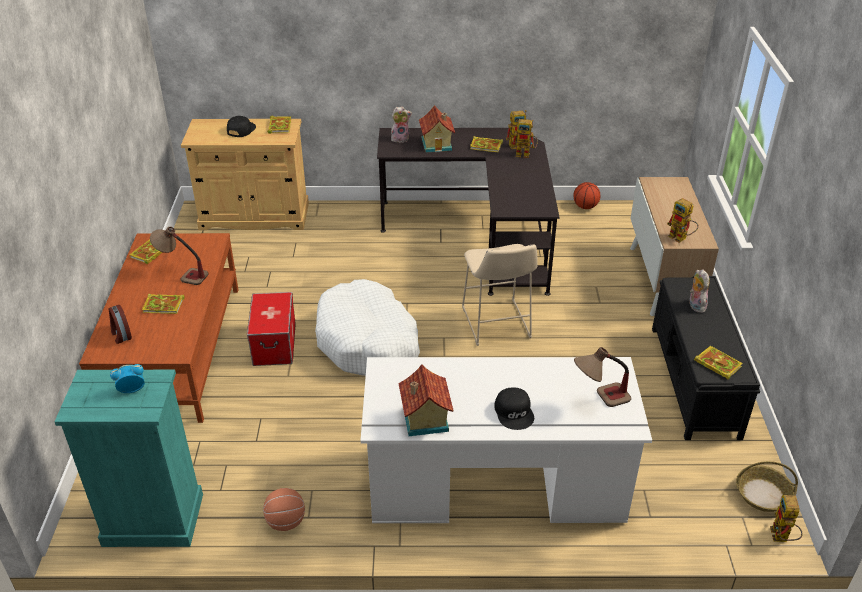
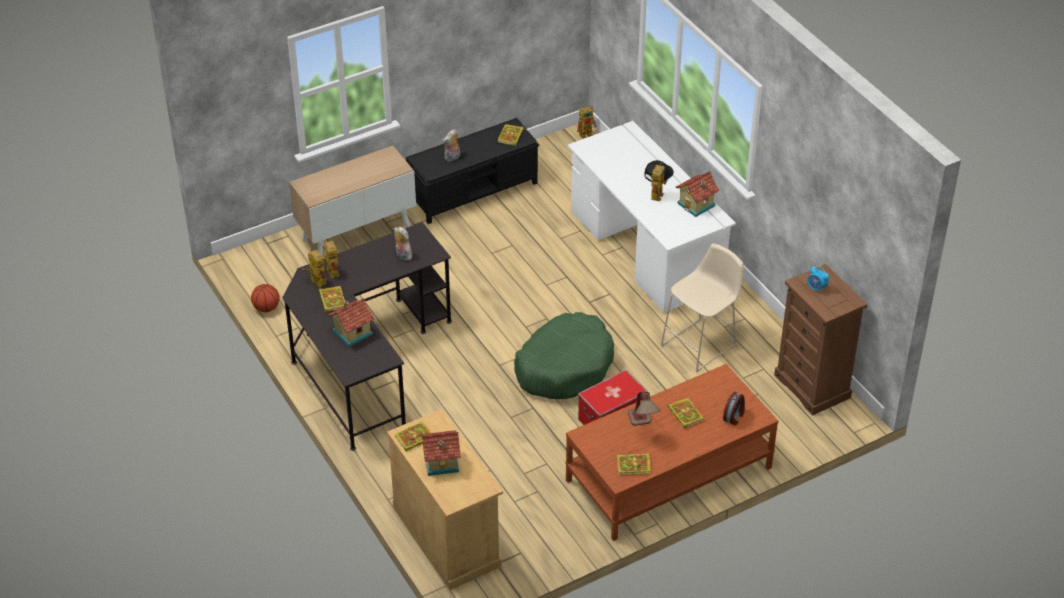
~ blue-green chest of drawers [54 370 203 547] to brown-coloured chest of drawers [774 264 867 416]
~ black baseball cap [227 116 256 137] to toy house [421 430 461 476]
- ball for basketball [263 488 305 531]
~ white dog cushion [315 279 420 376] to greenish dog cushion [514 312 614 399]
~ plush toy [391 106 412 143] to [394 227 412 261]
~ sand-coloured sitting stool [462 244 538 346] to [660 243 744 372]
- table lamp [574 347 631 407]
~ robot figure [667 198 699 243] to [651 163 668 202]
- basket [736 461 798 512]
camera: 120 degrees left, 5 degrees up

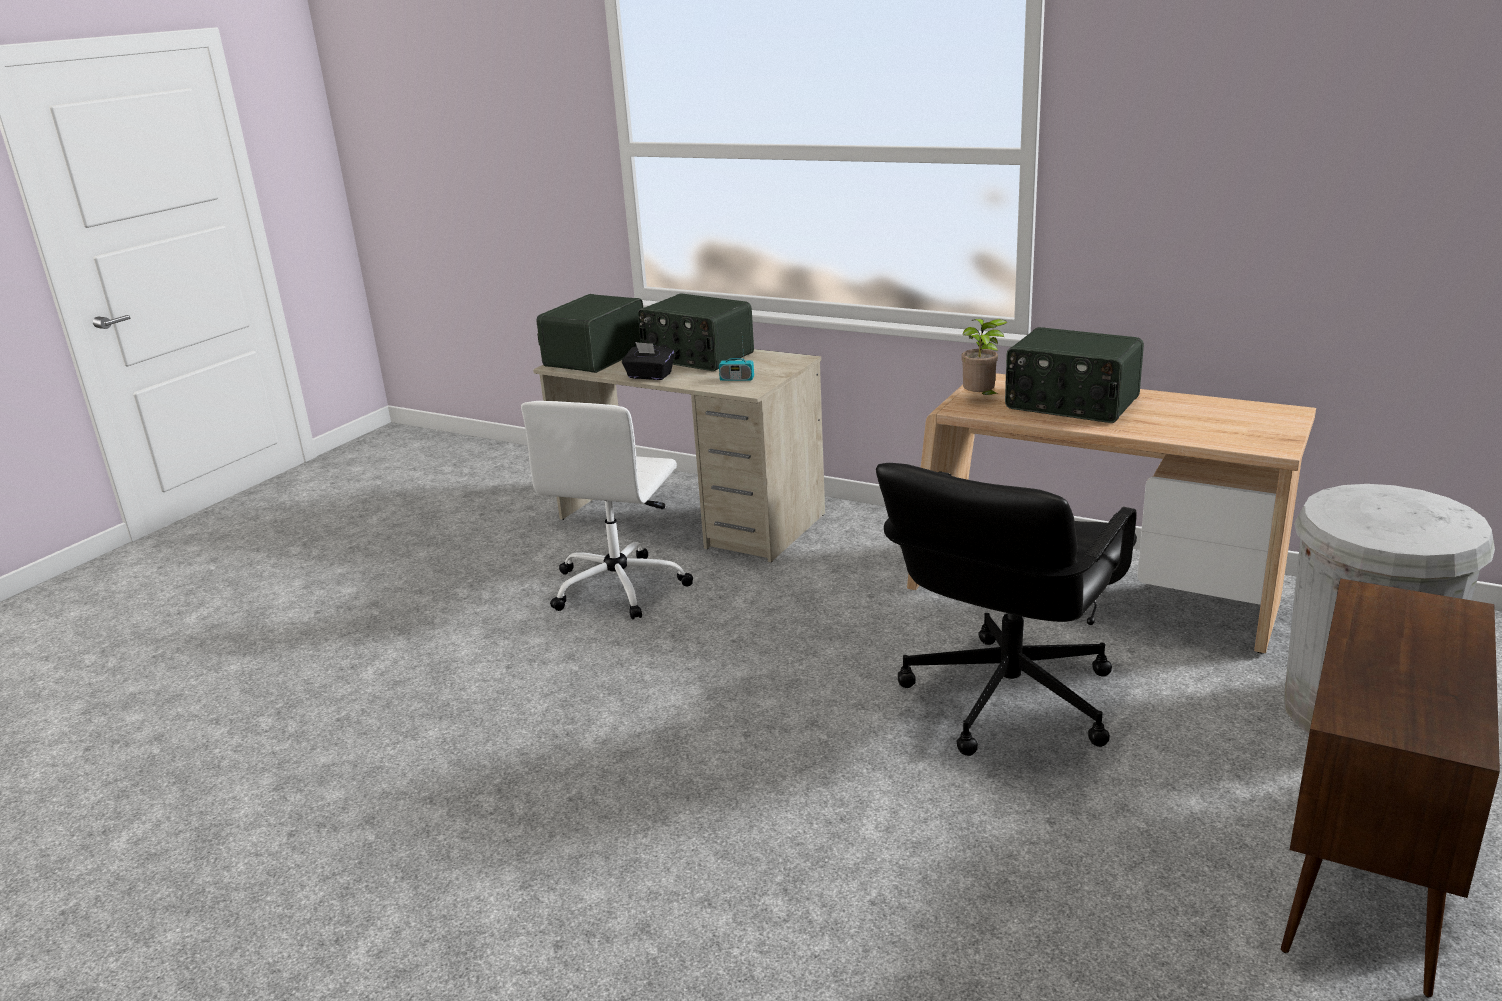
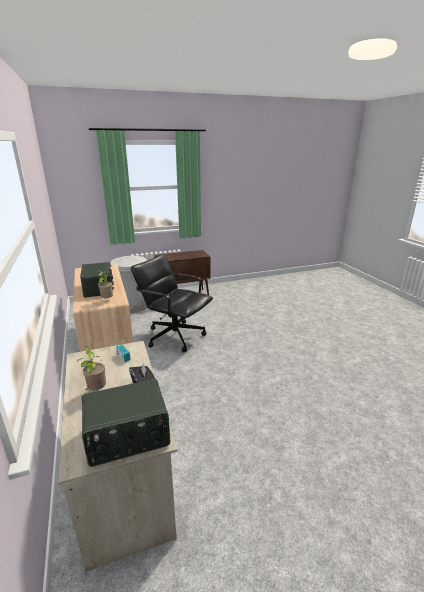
- white computer chair [521 401 693 619]
~ radio set [638 293 754 371] to potted plant [77 346 106 390]
~ black computer chair [876 463 1137 756] = [131 254 213 352] 135 degrees counterclockwise
camera: 140 degrees left, 0 degrees up

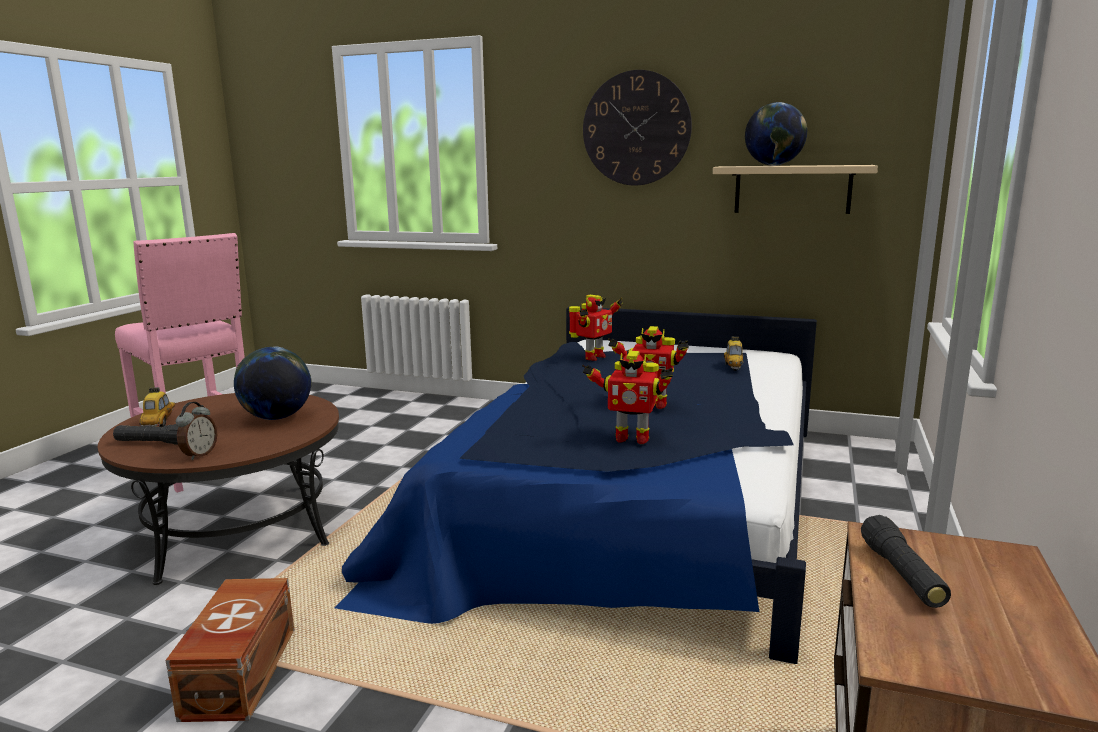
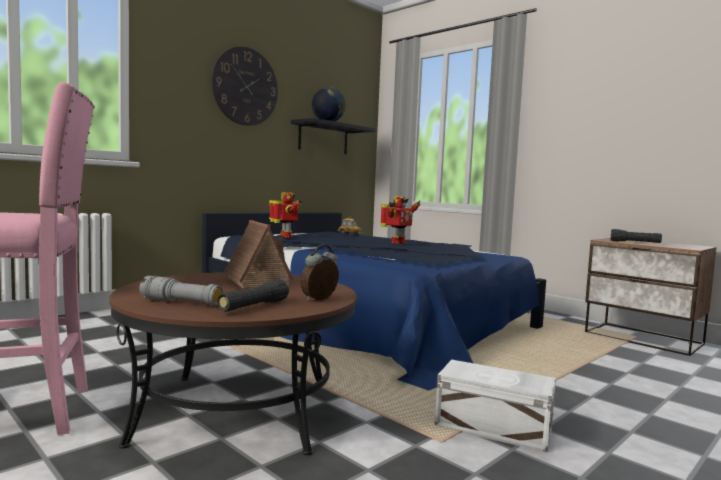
~ toy car [139 387 175 427] to grey torch [139 276 223 306]
~ brown-coloured storage bin [166 578 294 722] to white storage bin [435 360 556 452]
~ table clock [176 402 217 460] = [301 245 339 301] 90 degrees counterclockwise
~ desk globe [234 346 312 420] to toy house [224 220 293 289]
- robot figure [582 351 673 444]
~ sand-coloured wall shelf [713 165 878 214] to black wall shelf [291 118 375 154]
camera: 65 degrees left, 10 degrees down

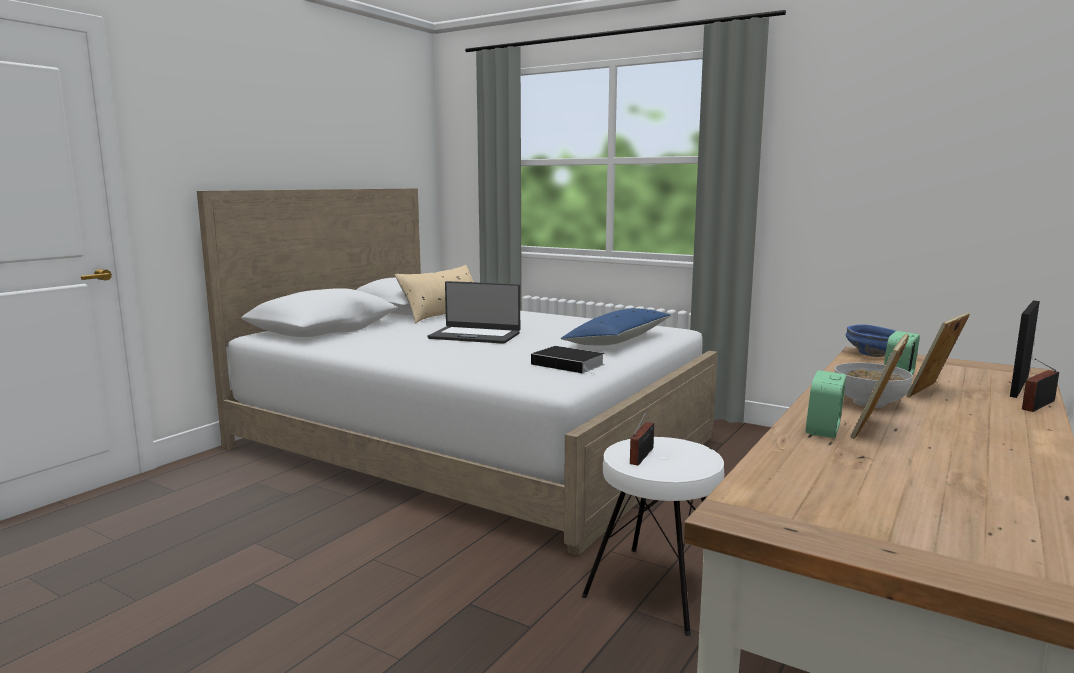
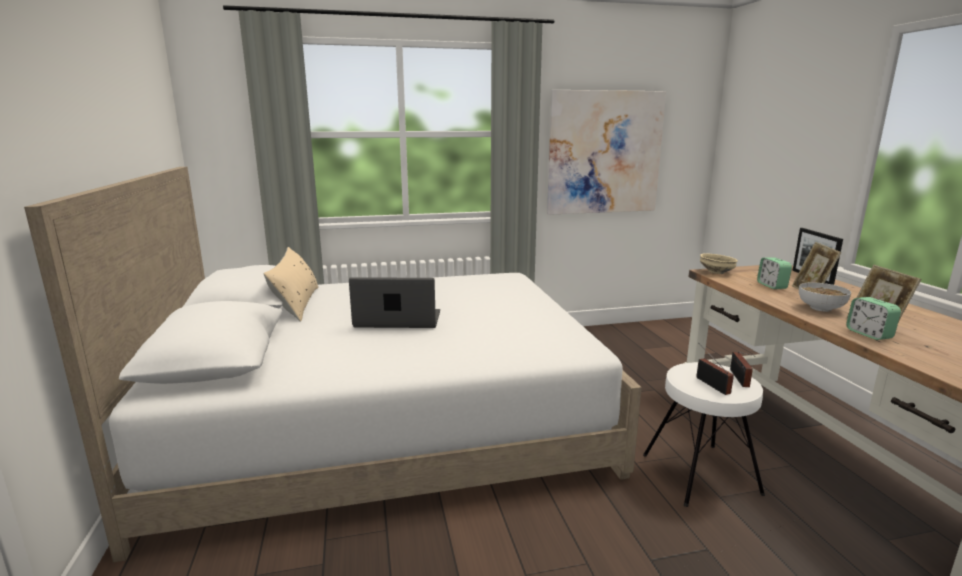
~ portable computer [427 281 520 344] = [349 277 440 328] 150 degrees counterclockwise
- book [531 346 605 375]
- bluish pillow [561 308 671 346]
~ bluish bowl [846 324 896 357] to sand-coloured bowl [700 253 738 274]
~ radio set [1022 359 1059 412] to [730 352 754 387]
+ wall art [547 90 666 215]
camera: 45 degrees left, 5 degrees up

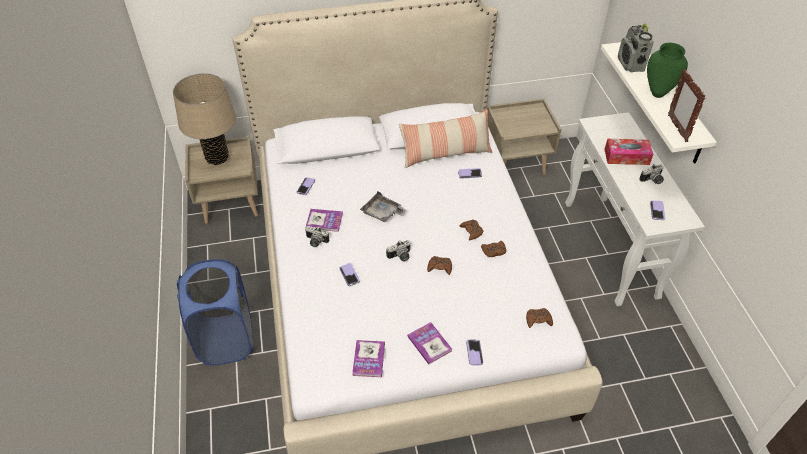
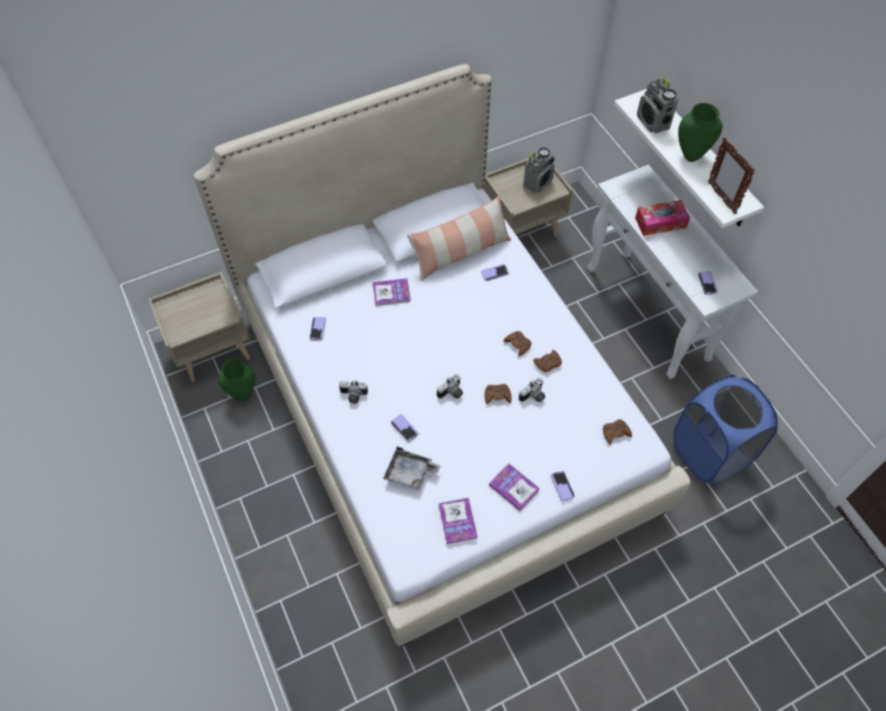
- sand-coloured table lamp [173 73 236 165]
~ bluish hamper [177 259 254 365] to [673 375 778 486]
~ book [306 209 343 232] to [373 278 411 306]
~ grey carrying tray [360 191 407 222] to [383 447 441 491]
~ photo camera [639 164 664 184] to [519 378 545 402]
+ greenish decorative vase [218 359 255 401]
+ radio set [523 147 555 193]
camera: 15 degrees left, 10 degrees up

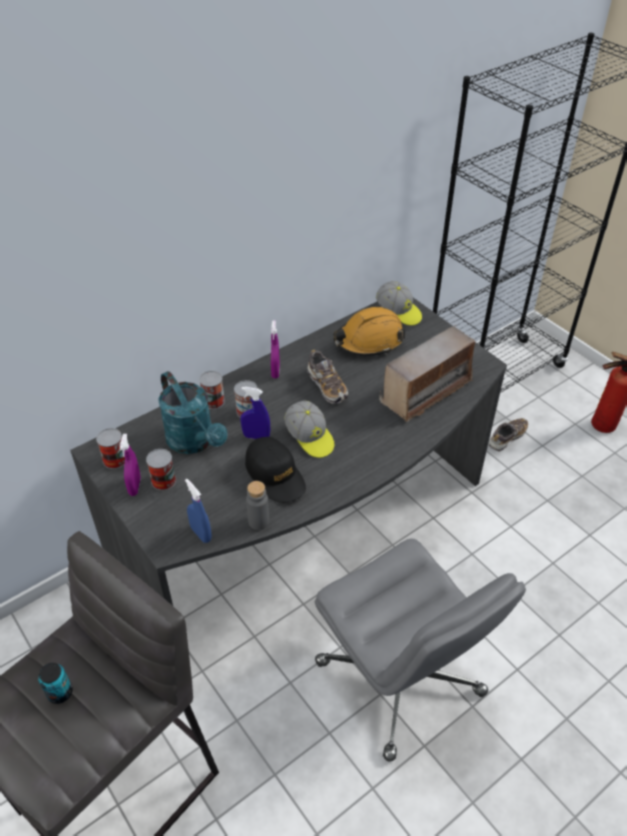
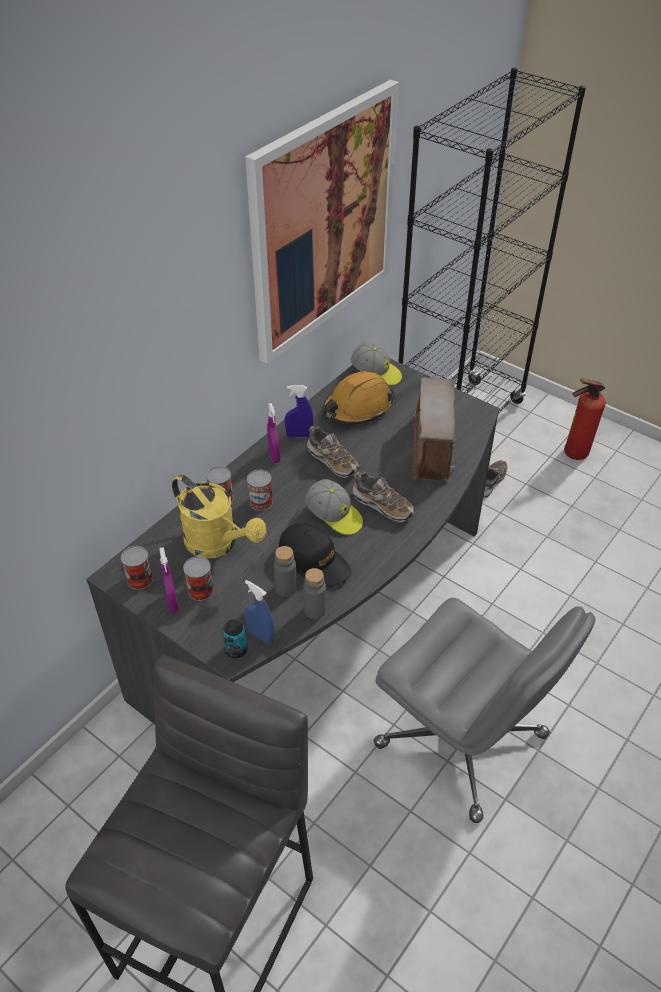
~ can [38 663 73 704] to [222 619 248 658]
~ blue-green sprinkling can [158 371 228 454] to yellow sprinkling can [172 475 267 558]
~ bluish spray bottle [241 387 270 439] to [285 385 313 438]
~ radio set [379 325 475 422] = [409 377 455 481] 150 degrees clockwise
+ wall art [245 80 399 364]
+ grey beverage bottle [274 546 297 597]
+ shoe [353 472 415 522]
camera: 15 degrees left, 0 degrees up

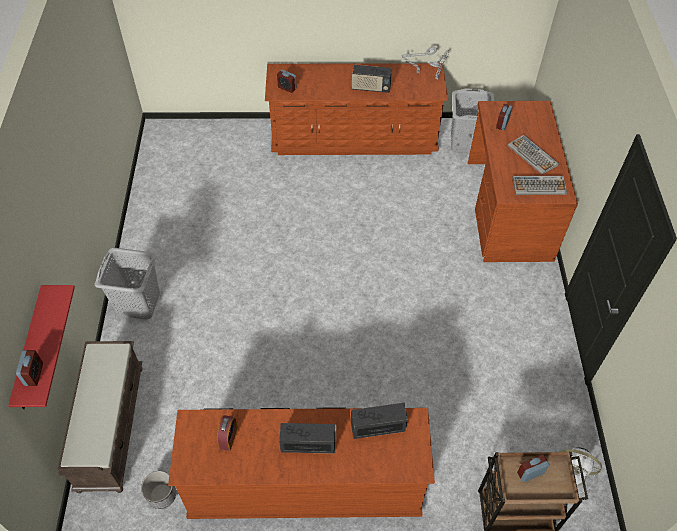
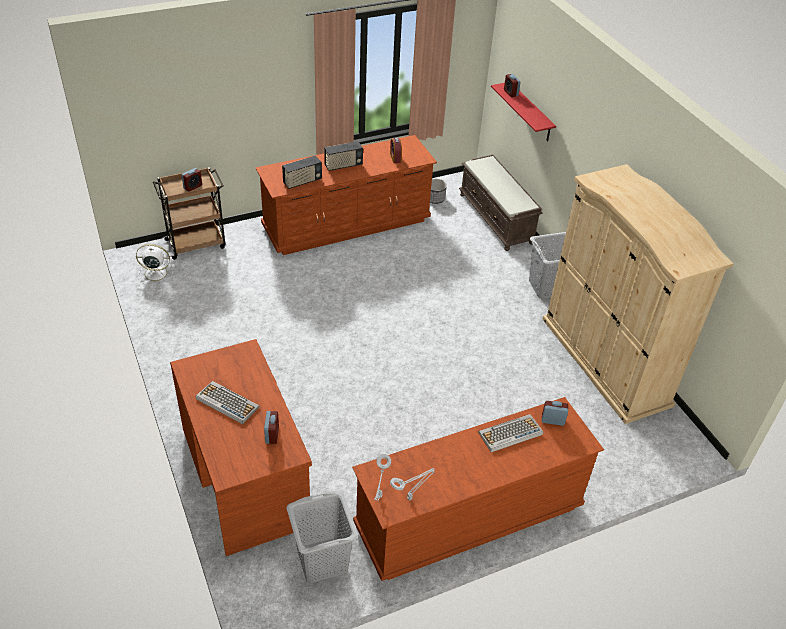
- radio set [352 65 392 93]
~ computer keyboard [512 176 567 195] to [478 414 543 452]
+ sand-coloured armoire [542 164 734 424]
camera: 155 degrees right, 10 degrees down

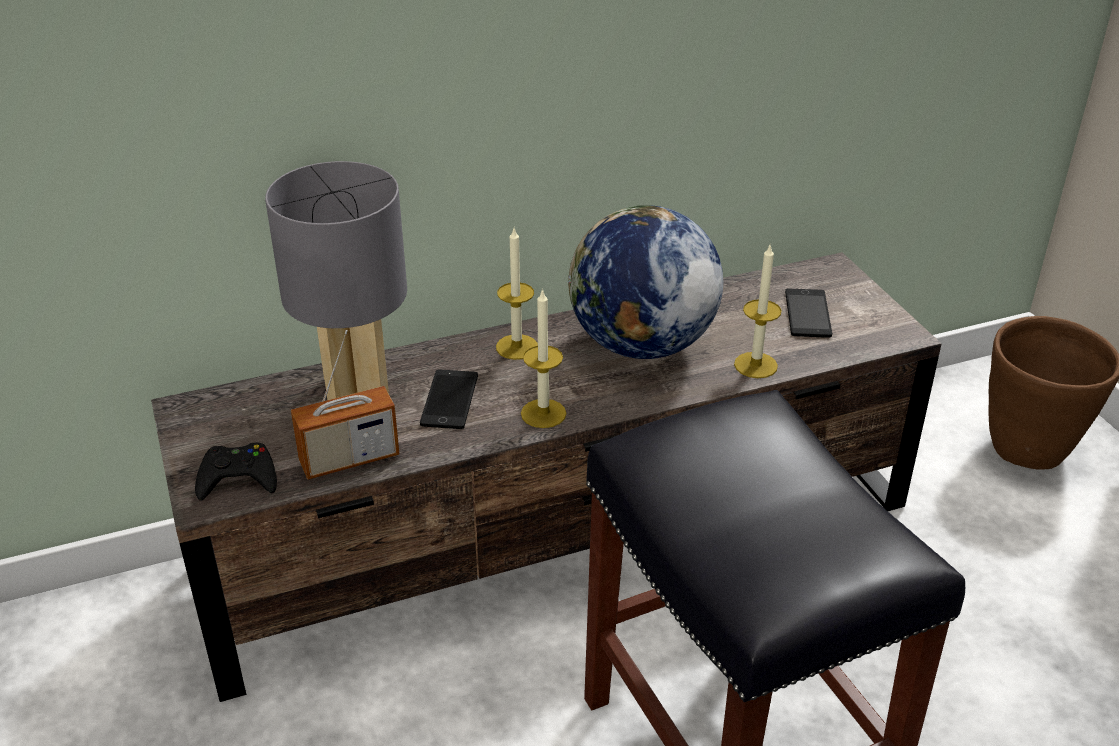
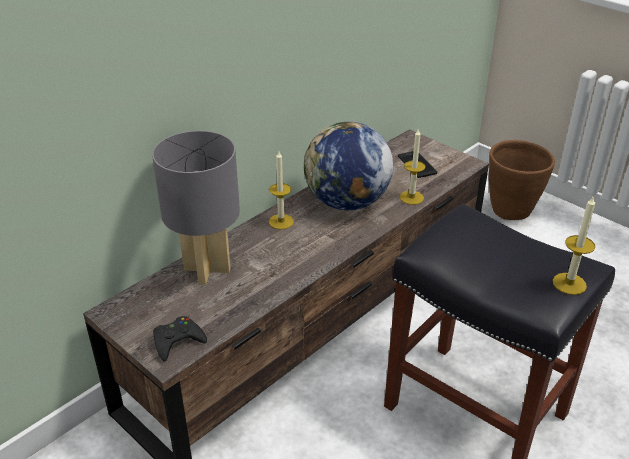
- radio set [291 330 399 480]
- handset [420 370 478 429]
~ wax light [521 289 566 428] to [553 195 595 295]
camera: 25 degrees left, 0 degrees up

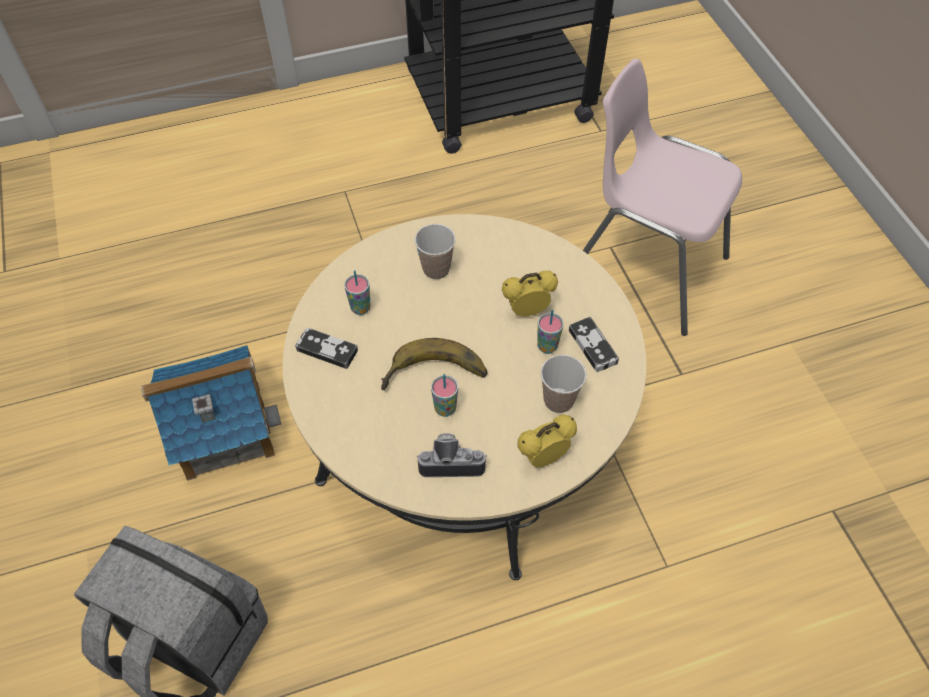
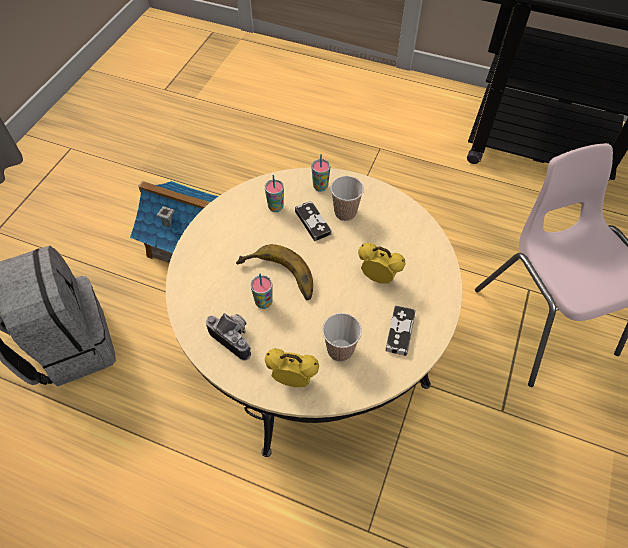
~ joypad [295 328 358 369] to [295 201 331 241]
~ small cup [537 309 564 354] to [311 154 330 192]
camera: 40 degrees right, 0 degrees up

